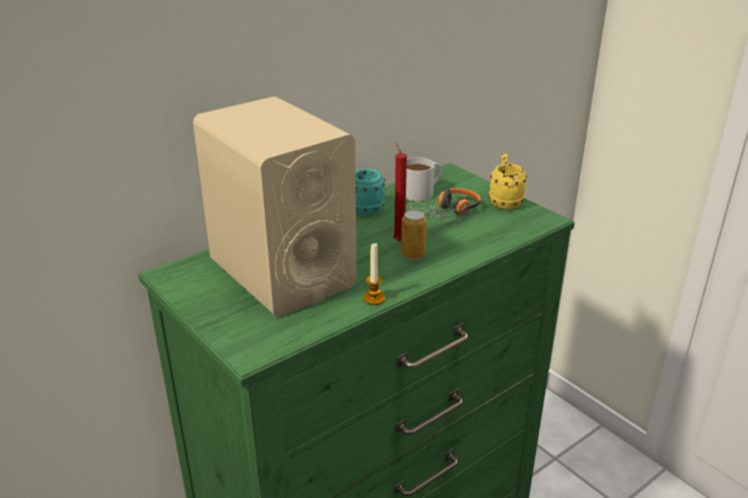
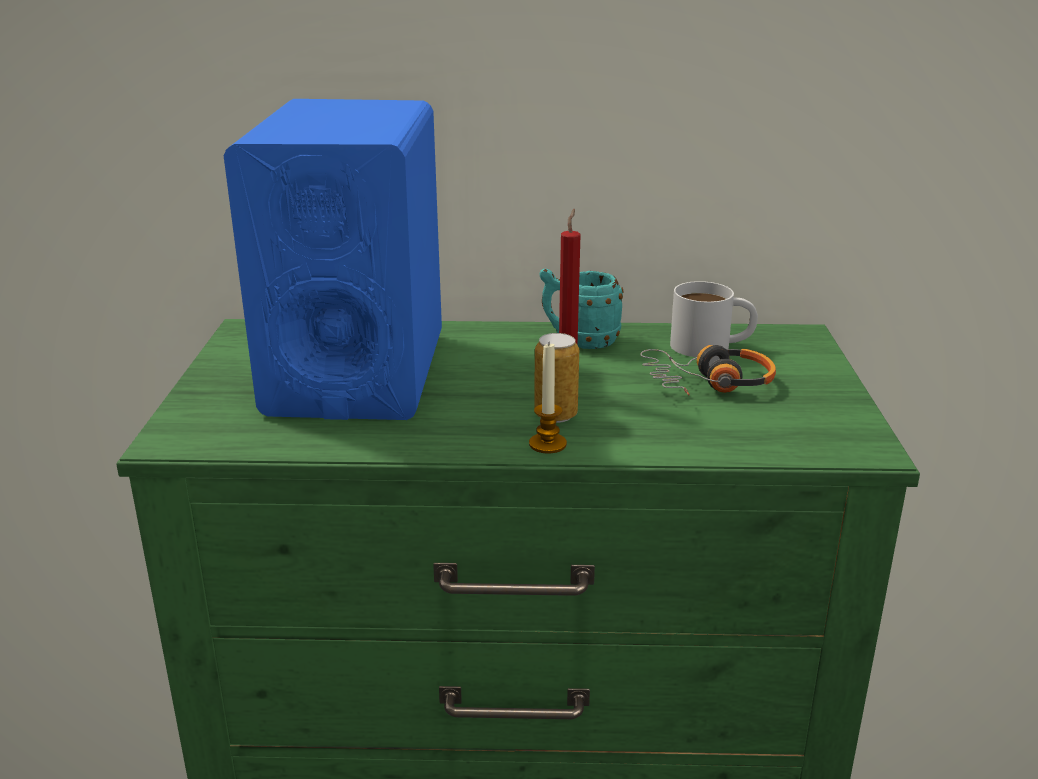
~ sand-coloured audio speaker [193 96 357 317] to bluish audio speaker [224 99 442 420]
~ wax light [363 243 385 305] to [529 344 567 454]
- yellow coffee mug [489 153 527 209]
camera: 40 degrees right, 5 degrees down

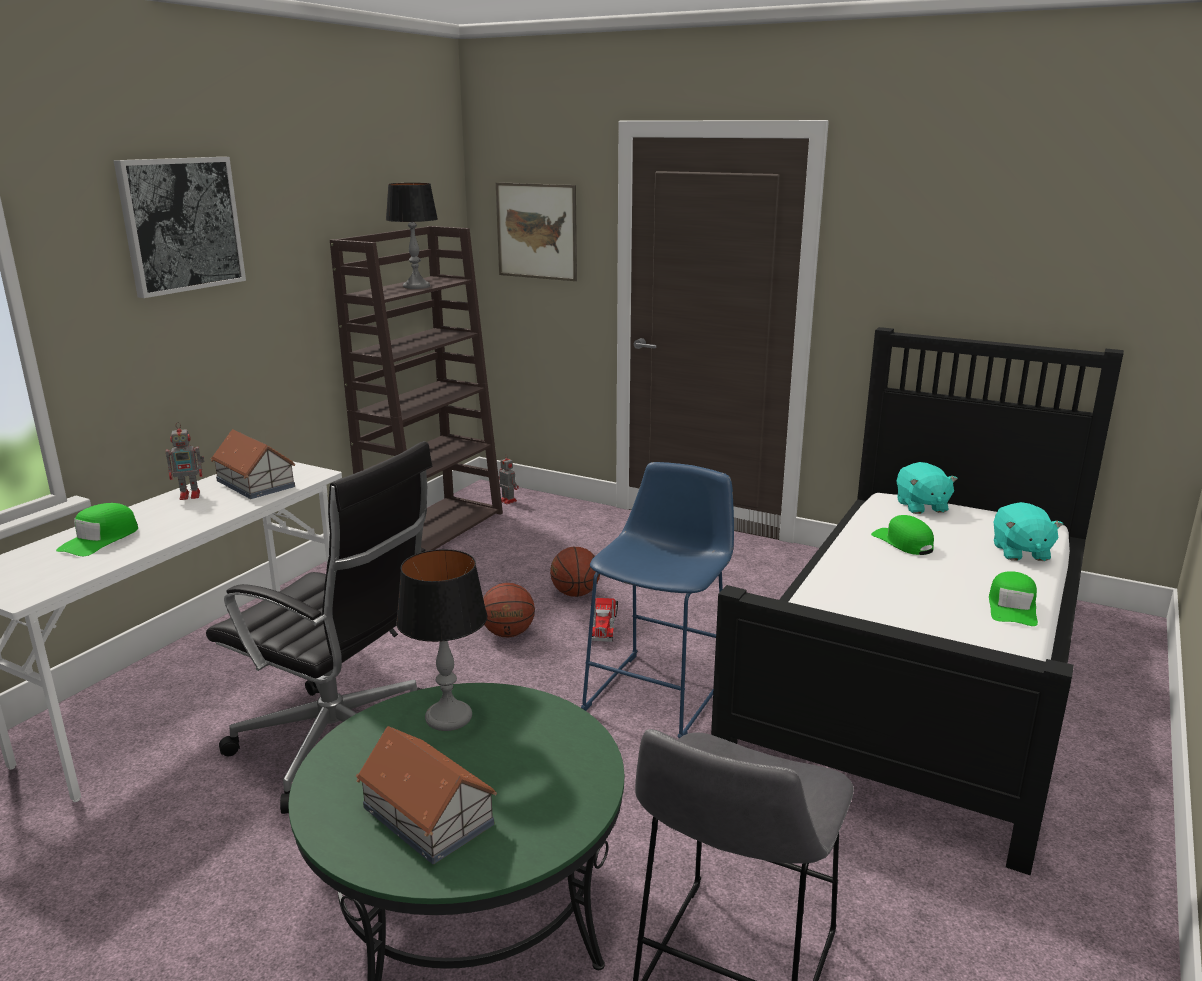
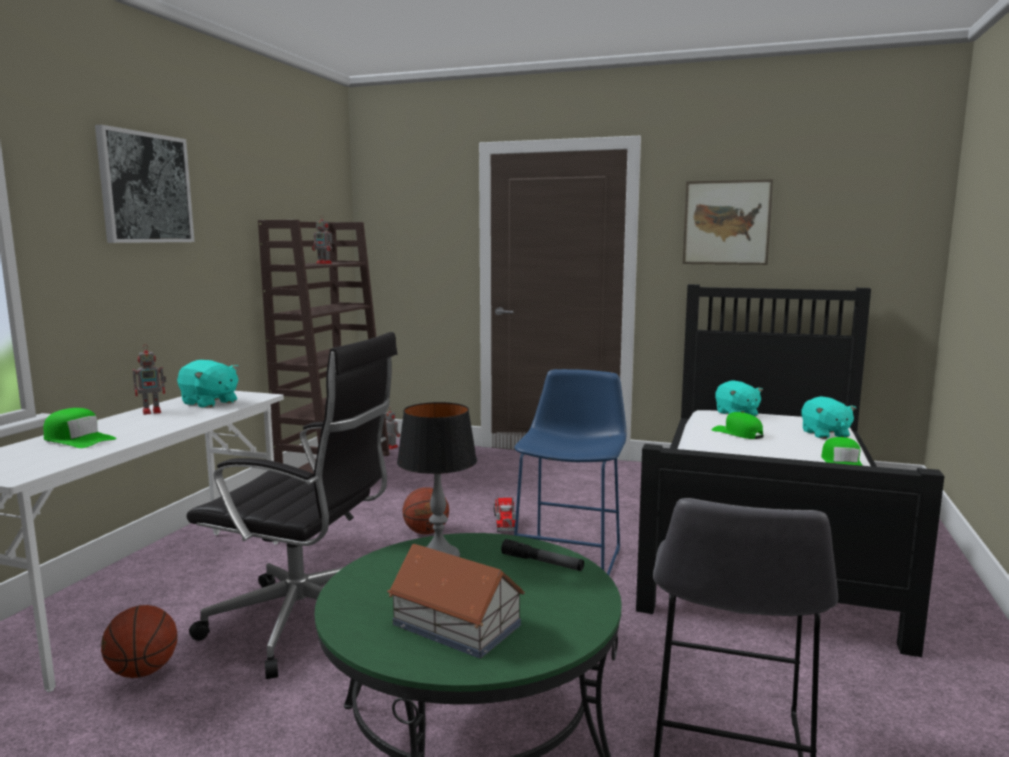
~ greenish baseball cap [56 503 138 556] = [43 408 117 448] 75 degrees counterclockwise
~ toy house [211 429 295 499] to blue-green plush toy [177 360 239 408]
~ table lamp [386 183 438 289] to robot figure [312 215 334 264]
~ wall art [496 182 577 281] to [683 179 773 265]
~ ball for basketball [550 547 600 597] to [101 605 178 678]
+ torch [501 539 584 571]
camera: 10 degrees left, 10 degrees down

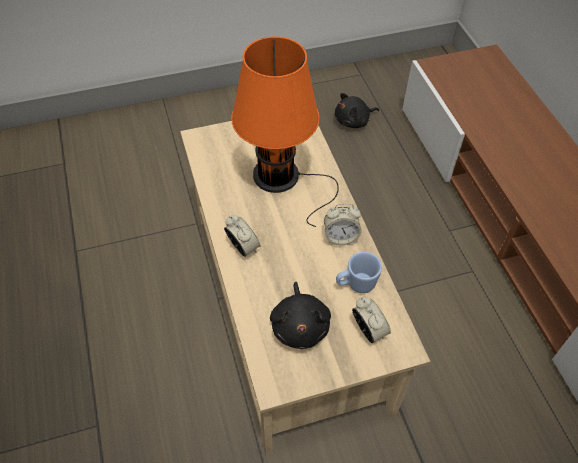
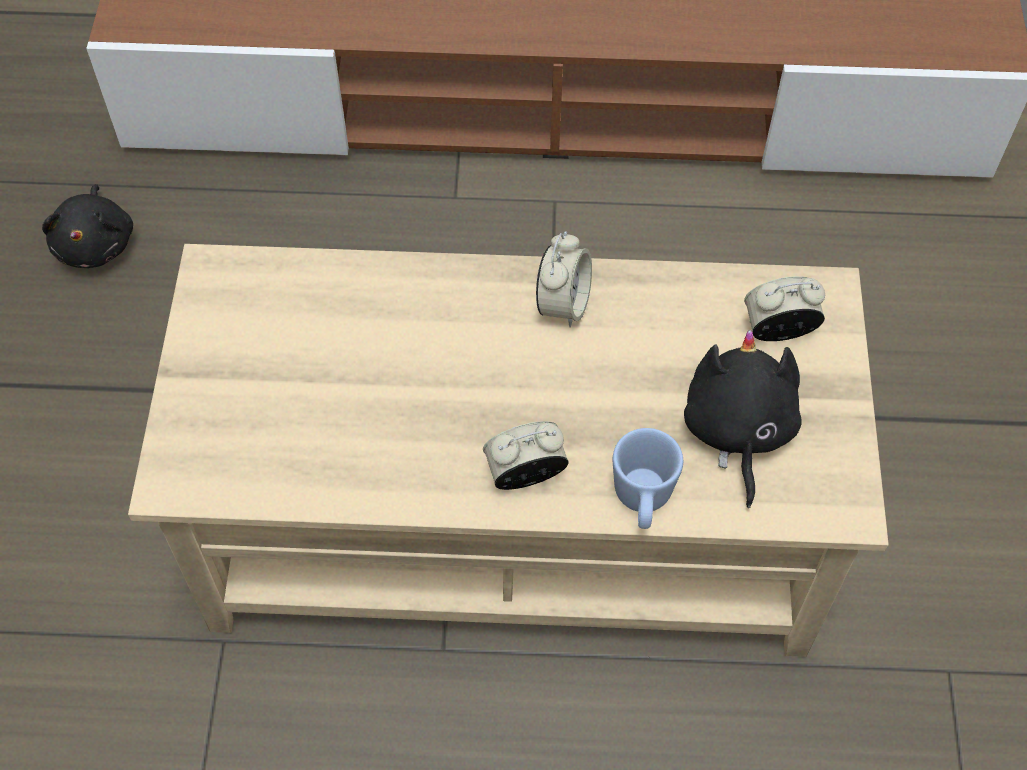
- orangey table lamp [231 36 339 227]
~ black plush toy [270 282 331 349] = [684 330 802 508] 105 degrees counterclockwise
~ bluish coffee mug [336 252 382 293] to [613 428 683 529]
camera: 70 degrees left, 5 degrees up

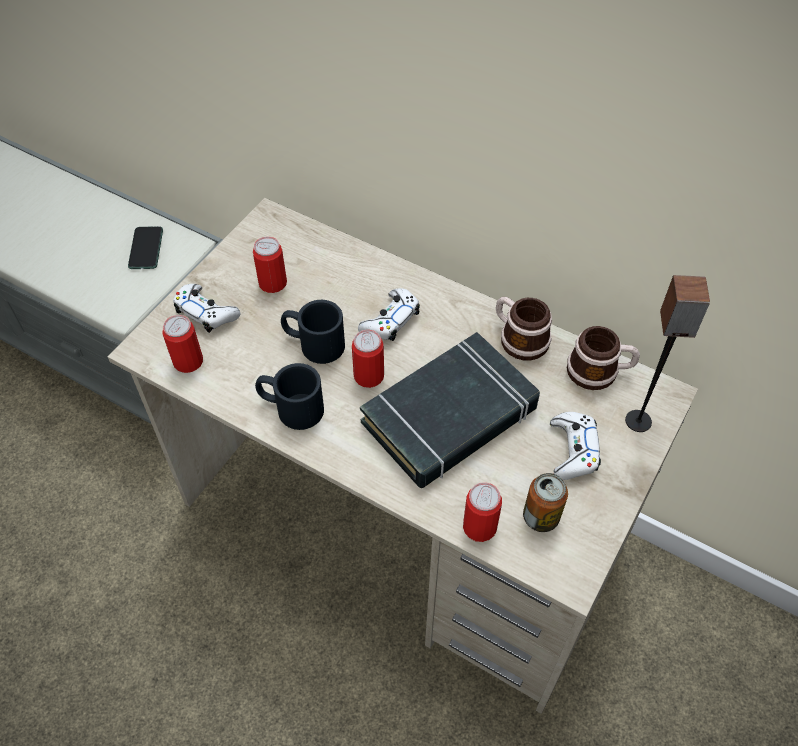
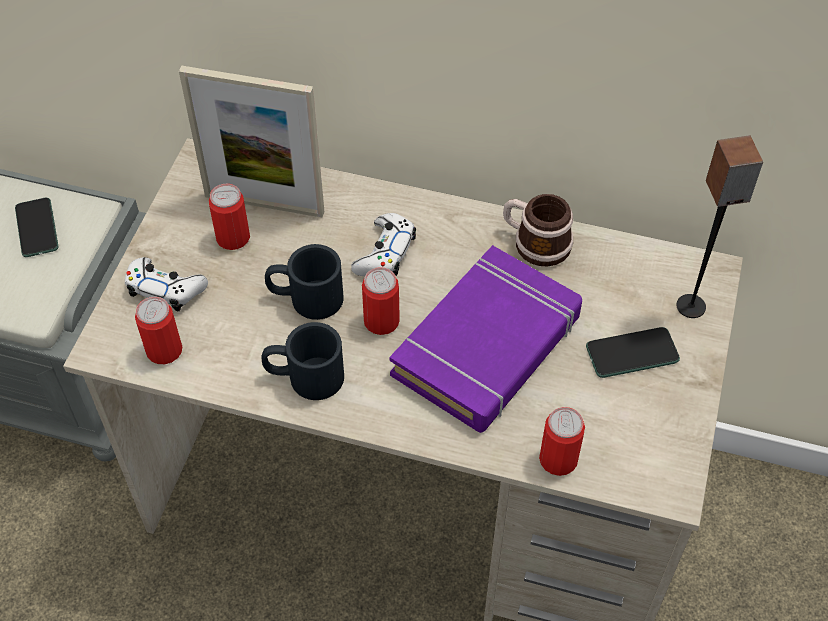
~ black book [360 332 540 488] to purplish book [390 245 582 433]
- can [523 473 568 532]
~ white joypad [550 412 601 480] to handset [586 327 680 378]
- coffee mug [567 326 640 390]
+ standing frame [179 66 324 217]
camera: 15 degrees left, 0 degrees up

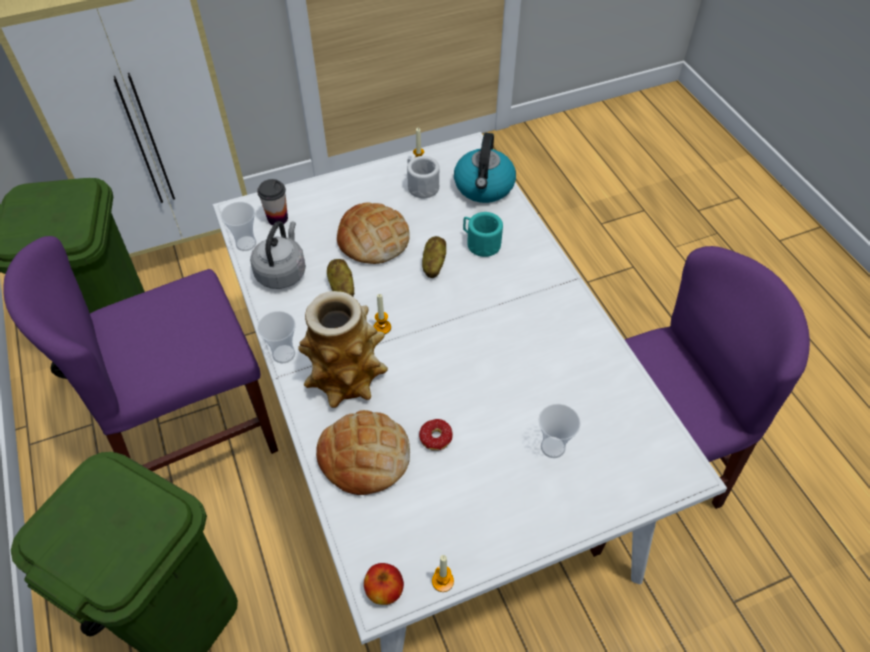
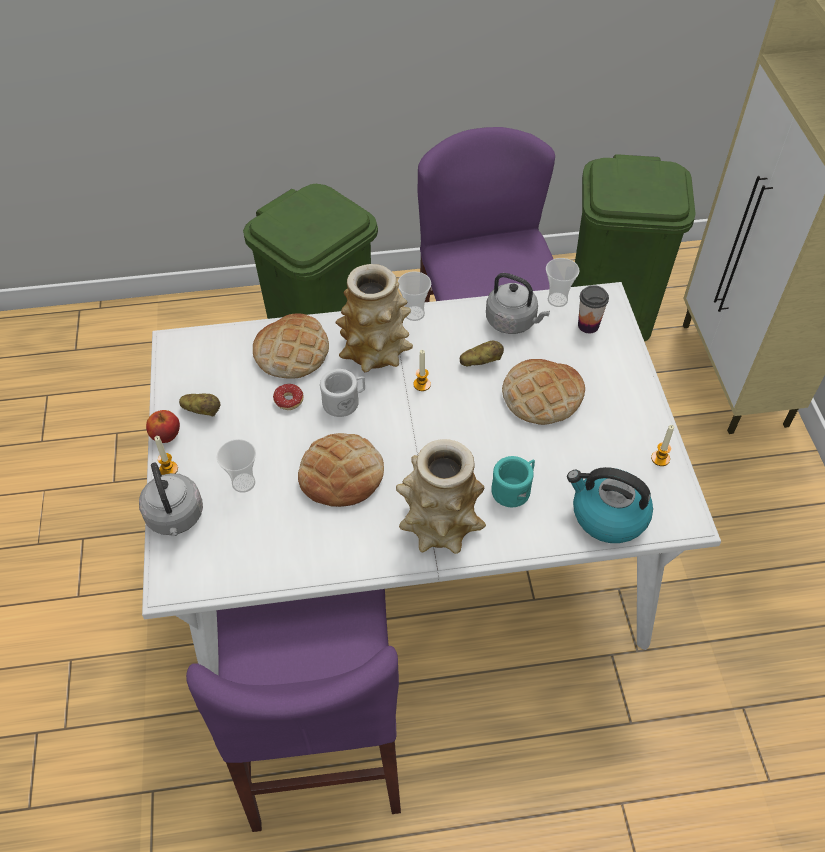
~ apple [364 563 404 605] to [146 410 180 443]
~ white coffee mug [407 156 440 198] to [320 369 365 417]
~ spud [422 236 446 278] to [179 393 221 416]
~ wax light [432 555 454 592] to [154 436 178 475]
+ grey kettle [139 462 203 536]
+ baked bread [298 433 384 507]
+ decorative vase [396 439 486 554]
camera: 105 degrees right, 0 degrees up

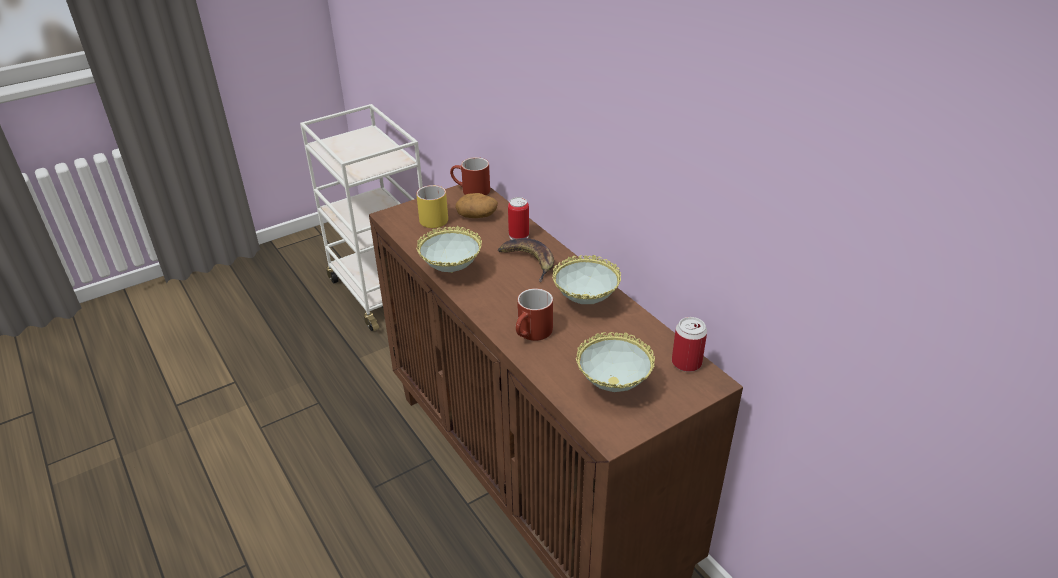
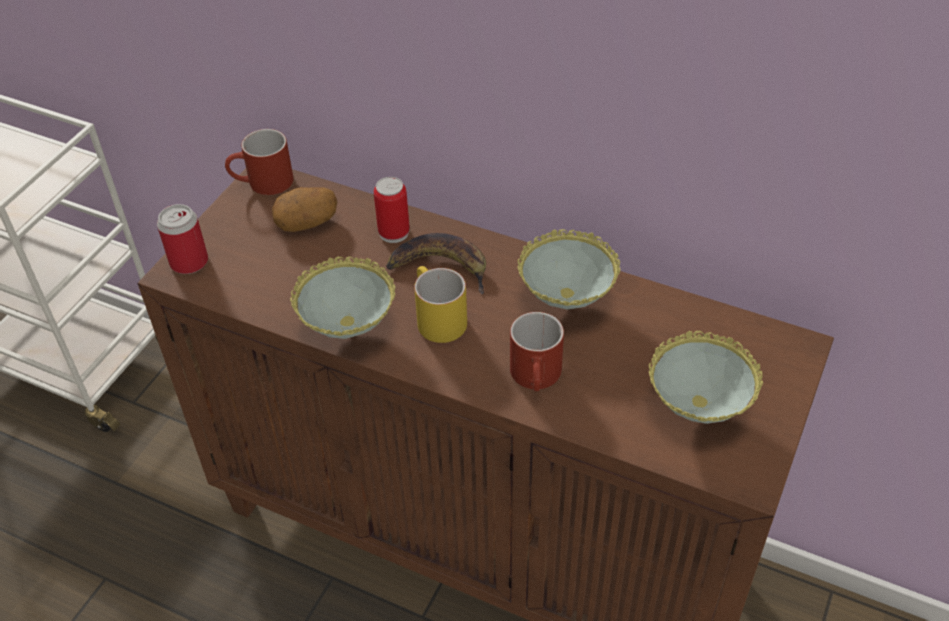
~ yellow coffee mug [416 185 448 228] to [414 266 467 343]
~ can [672 317 707 372] to [157 204 208 274]
camera: 30 degrees left, 10 degrees up

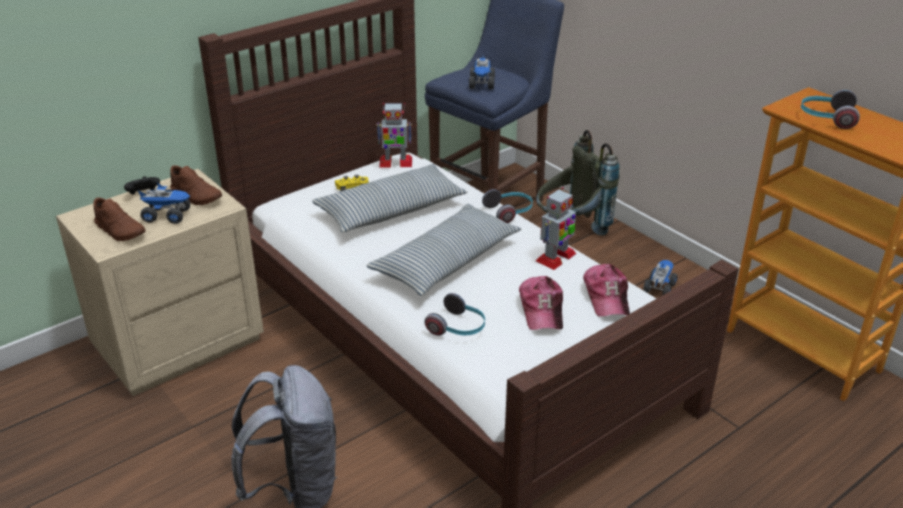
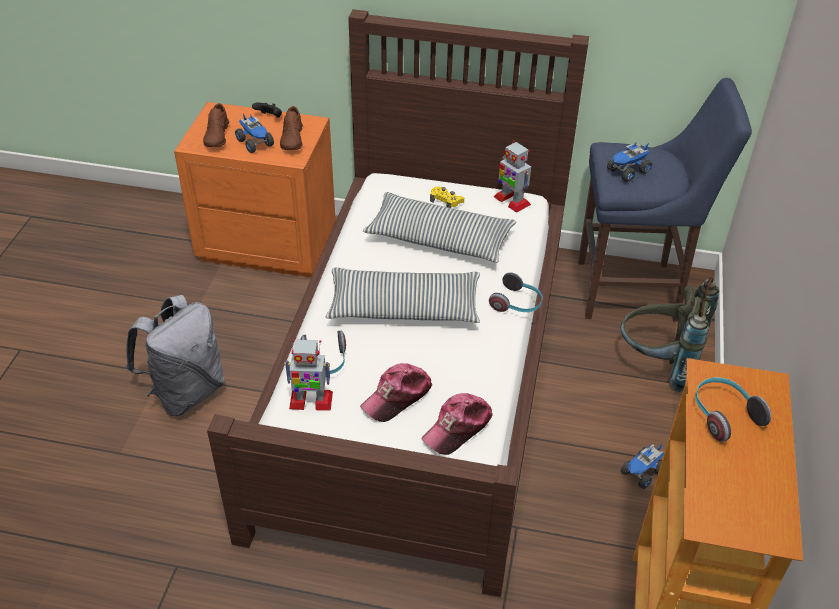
~ sand-coloured night table [56 169 264 396] to orangey night table [174 102 336 278]
~ robot figure [536 187 576 270] to [284 339 333 411]
~ toy lorry [643 260 677 295] = [621 444 664 489] 150 degrees clockwise
camera: 50 degrees right, 10 degrees up

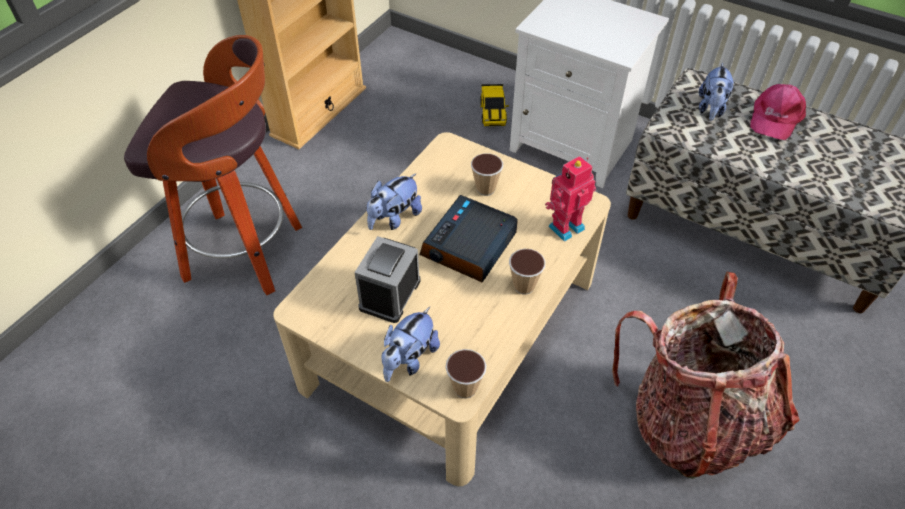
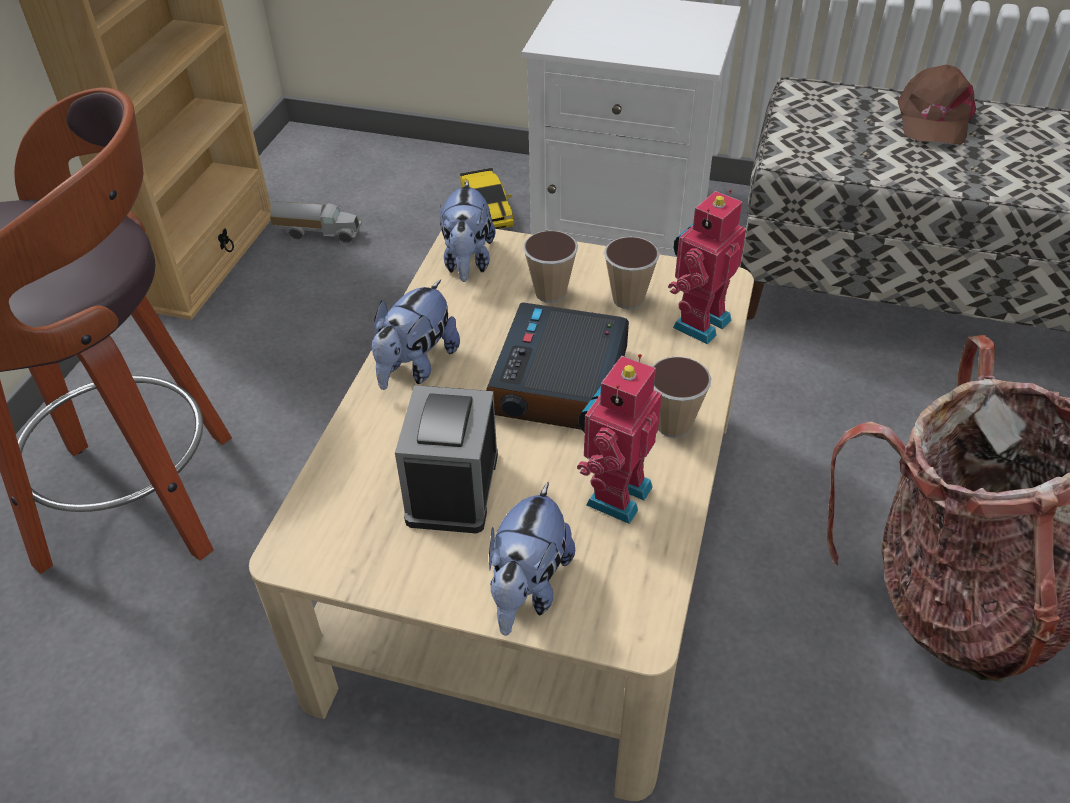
~ small cup [445 349 487 399] to [604 237 660 310]
~ plush toy [699 63 734 121] to [440 179 496 282]
~ pinkish baseball cap [750 84 806 140] to brown-coloured baseball cap [898 64 976 144]
+ toy lorry [270 201 362 243]
+ robot figure [577 354 662 524]
camera: 15 degrees left, 5 degrees down

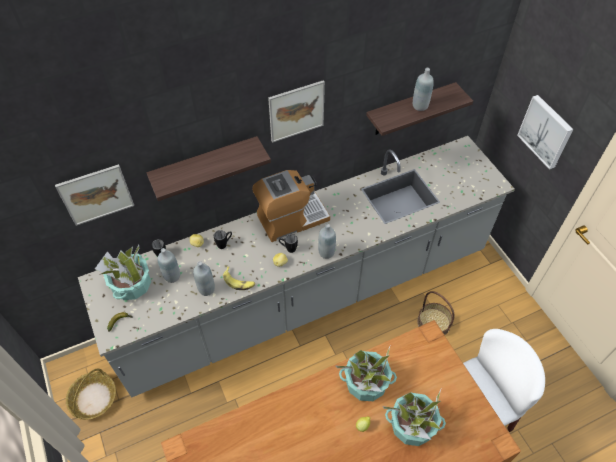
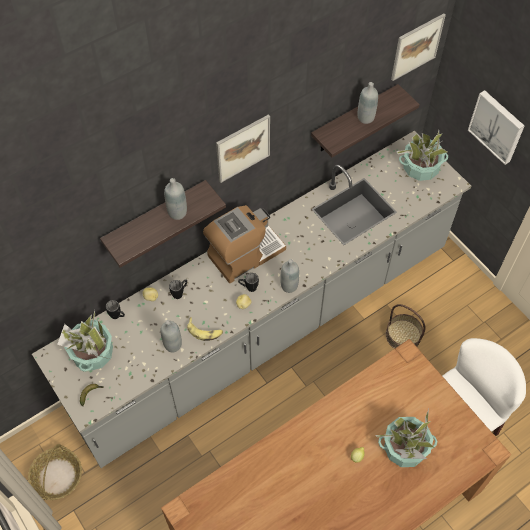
~ wall art [55 164 135 226] to [391 14 446 81]
~ grey beverage bottle [157 248 180 283] to [164 178 187 220]
~ potted plant [336 344 397 401] to [397 130 448 181]
camera: 10 degrees left, 5 degrees up

